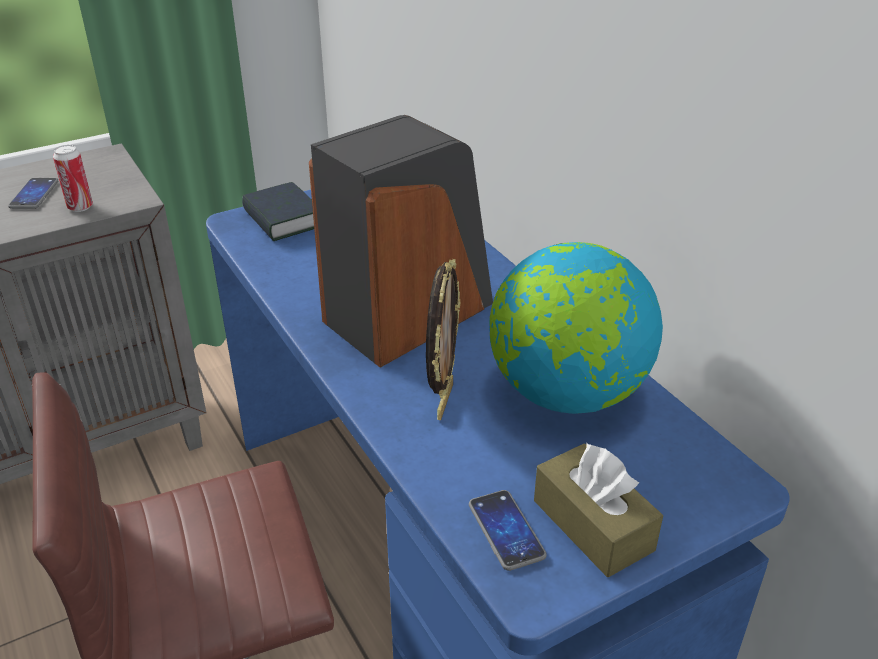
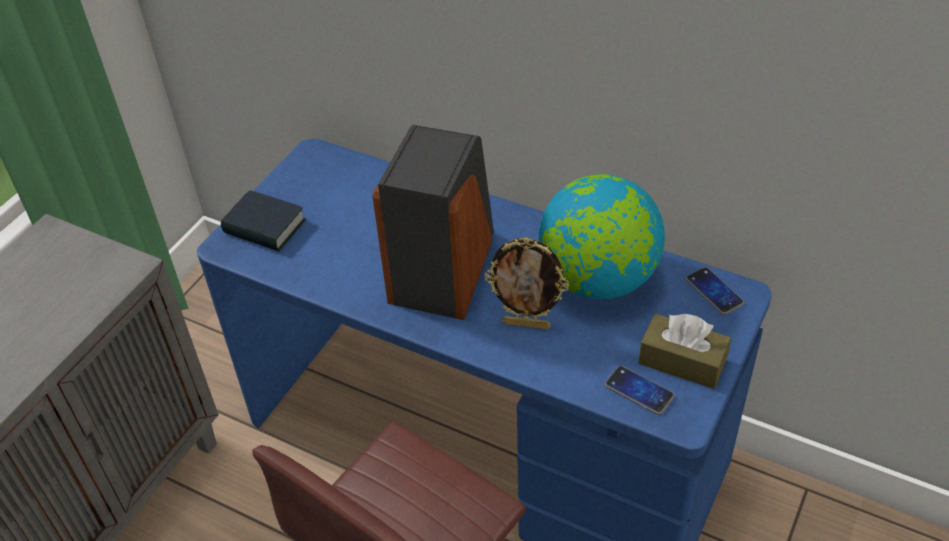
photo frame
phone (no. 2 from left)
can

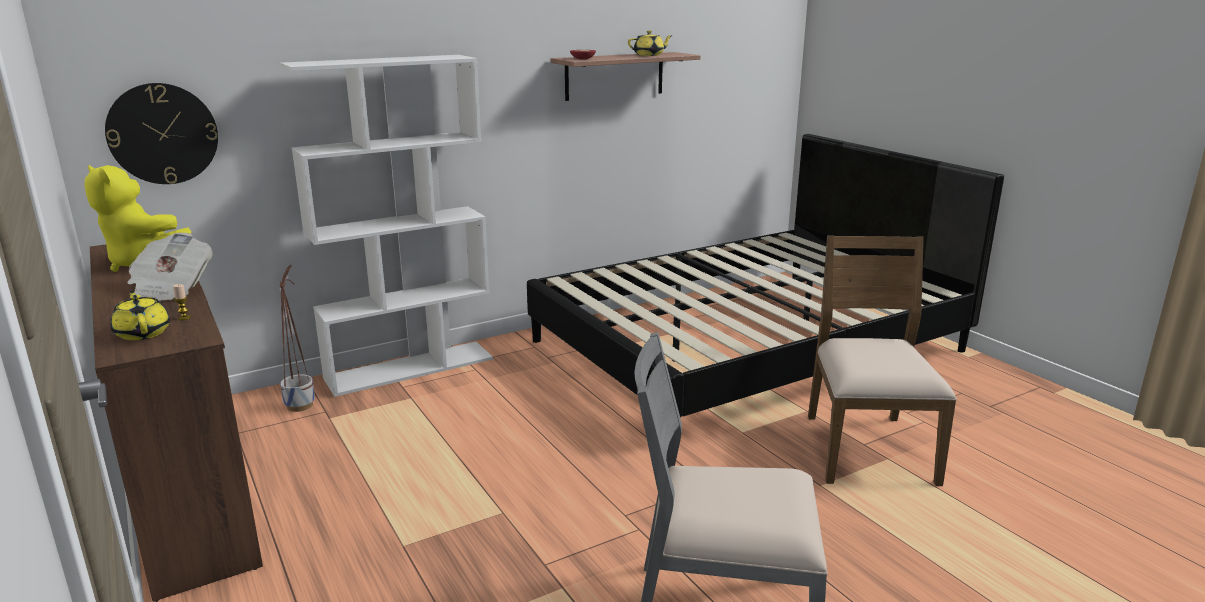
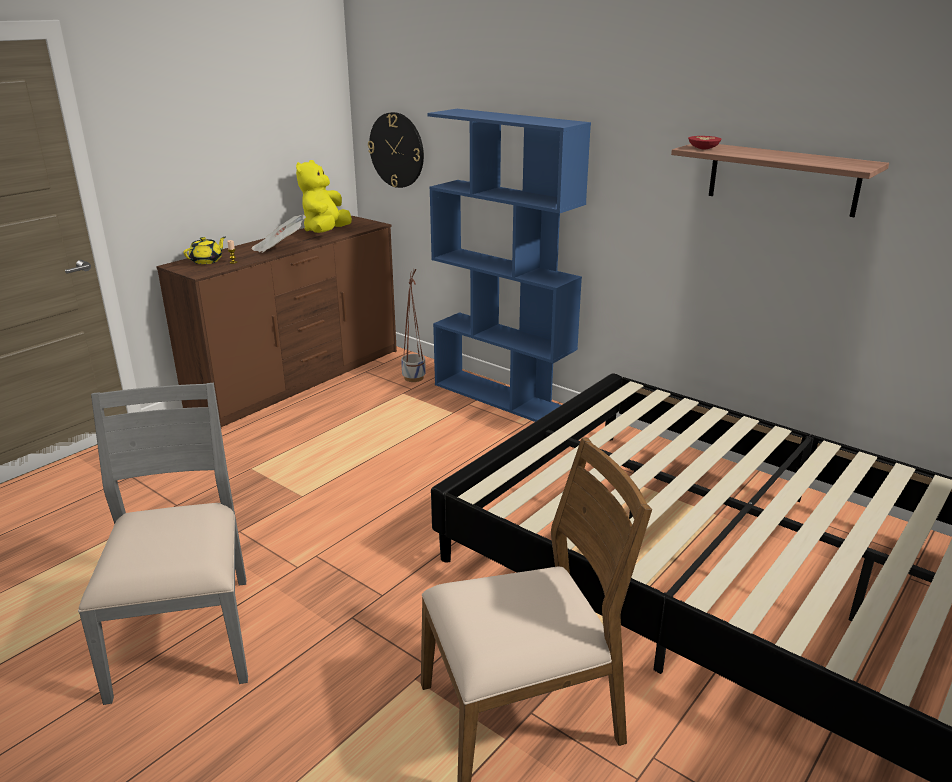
bluish bookcase
yellowish teapot (no. 2 from left in the first image)

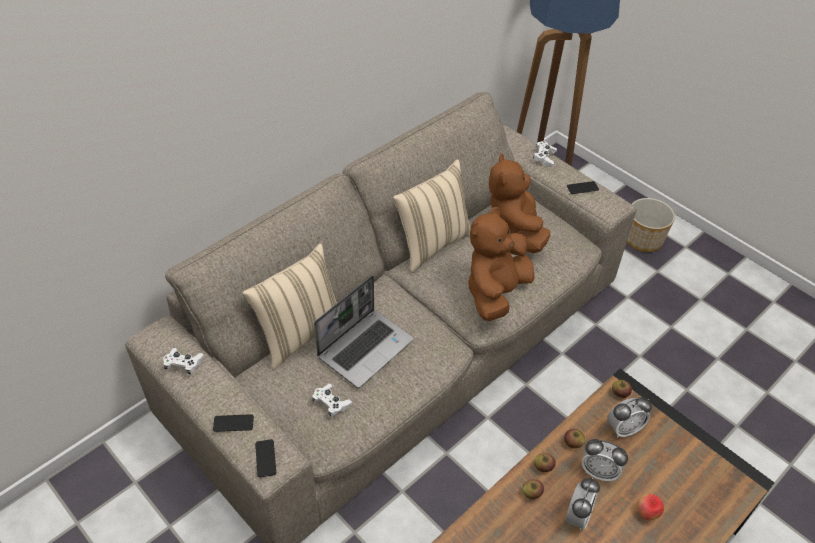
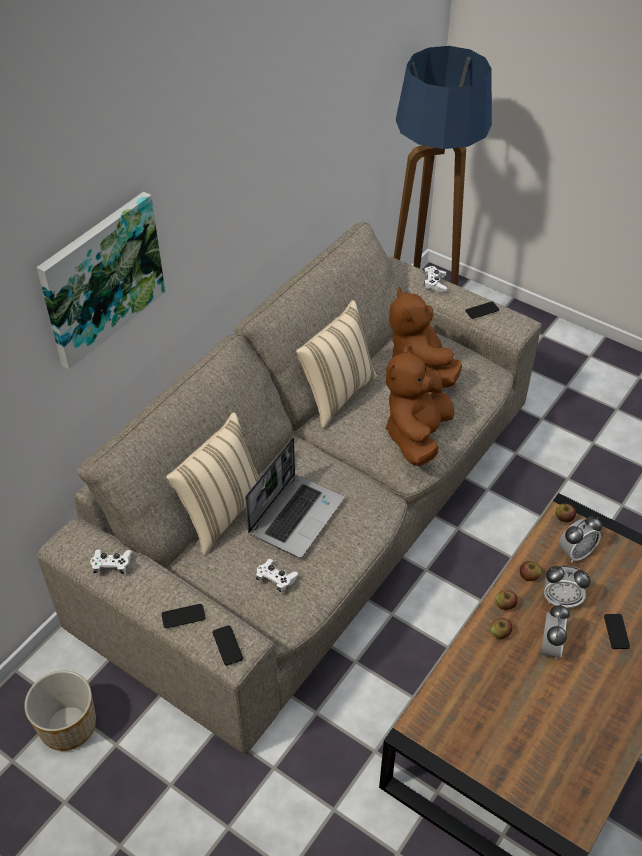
flower pot
wall art
phone (no. 4 from left)

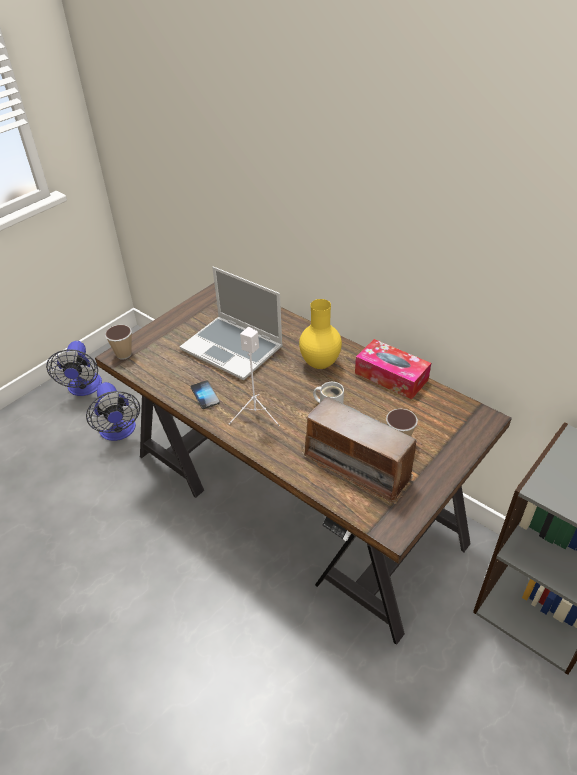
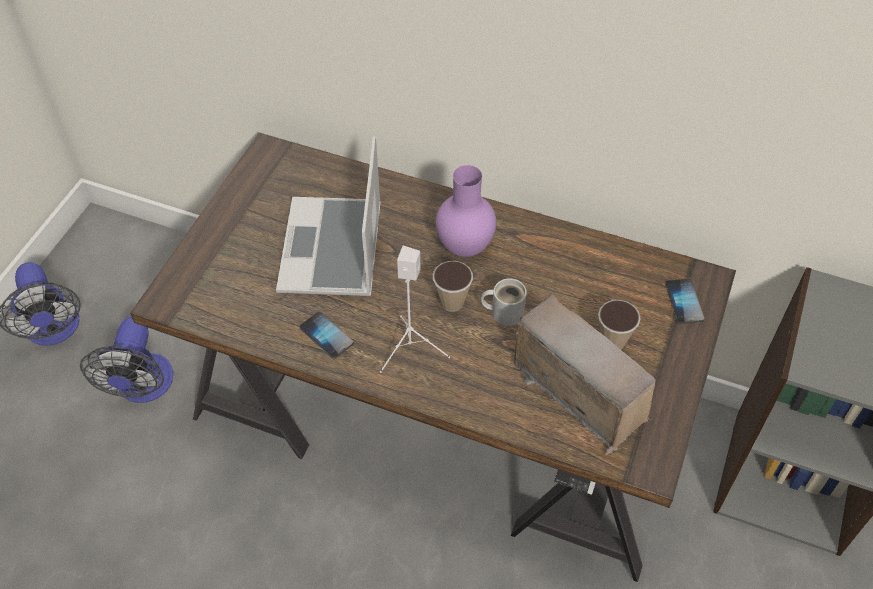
cooling fan (no. 2 from left)
laptop
small cup (no. 1 from left)
purple-coloured vase
radio set
phone (no. 2 from left)
tissue holder

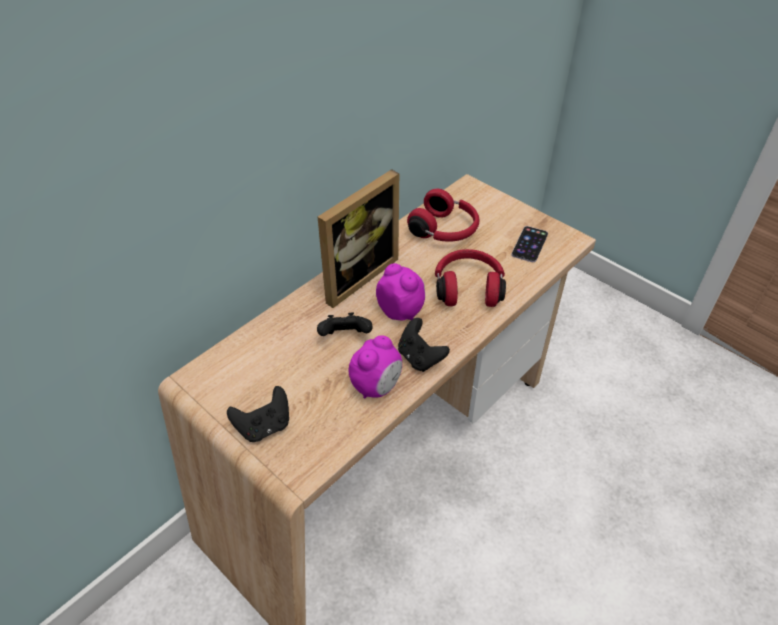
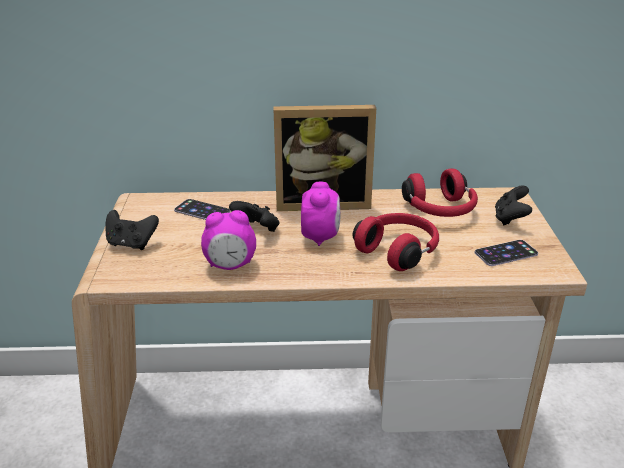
phone (no. 1 from left)
black gamepad (no. 3 from left)

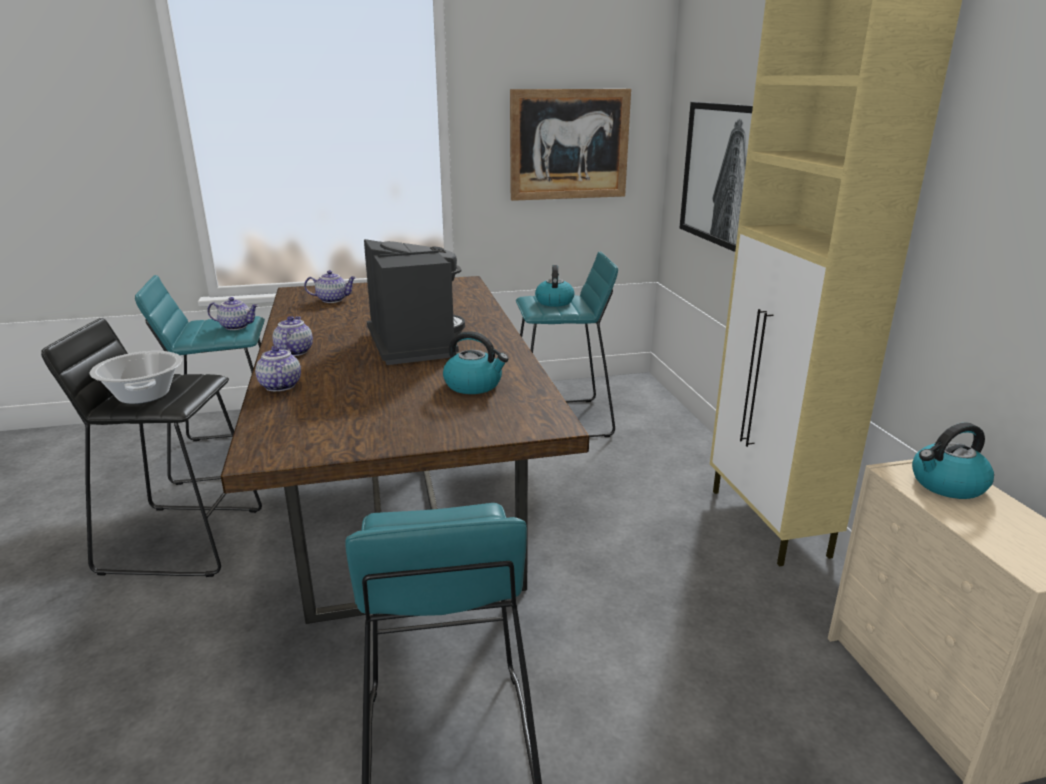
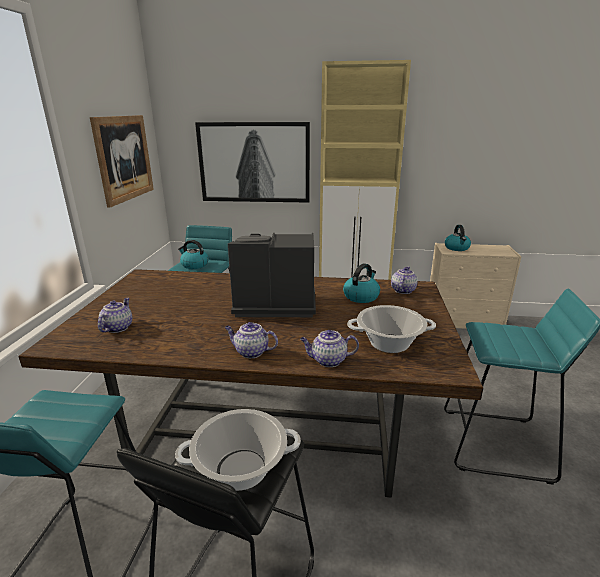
stockpot (no. 2 from left)
teapot (no. 4 from left)

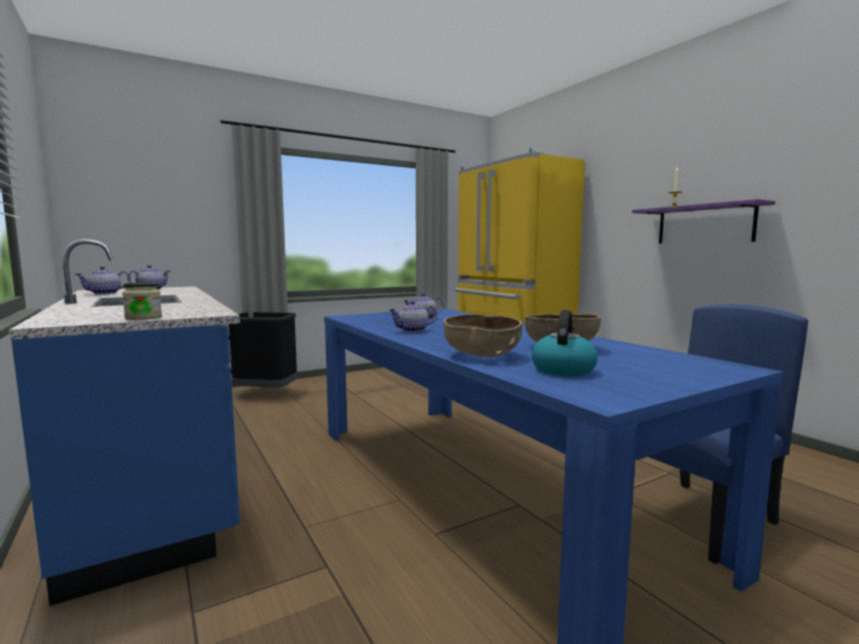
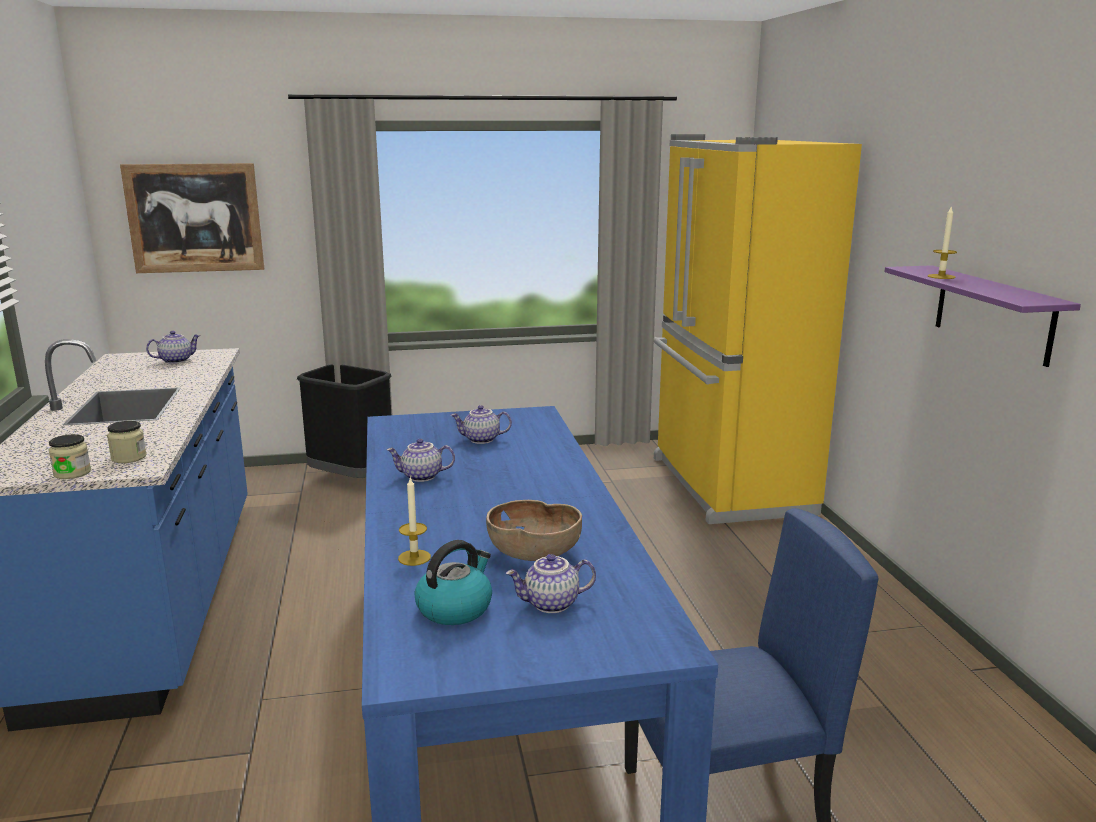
storage jar (no. 2 from left)
wall art
wax light (no. 1 from left)
teapot (no. 4 from left)

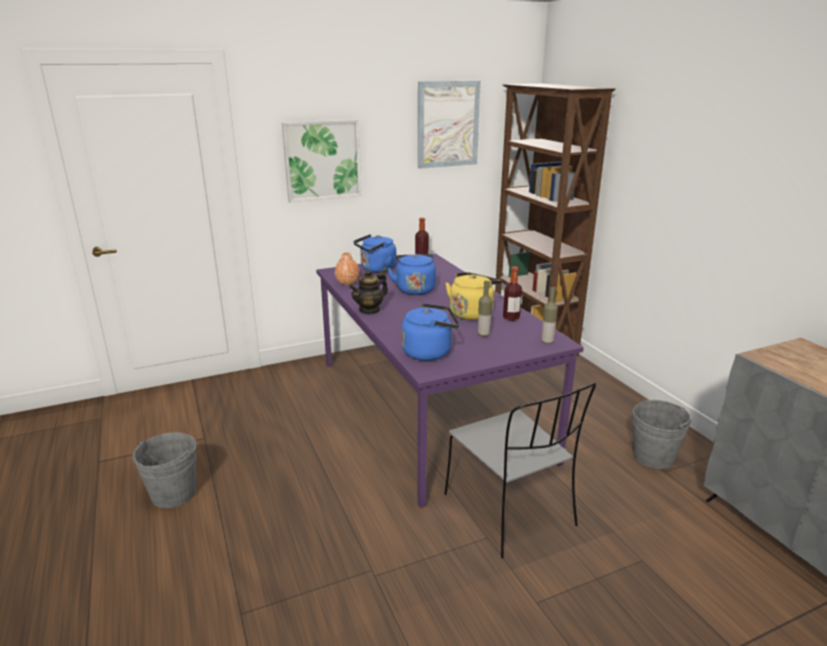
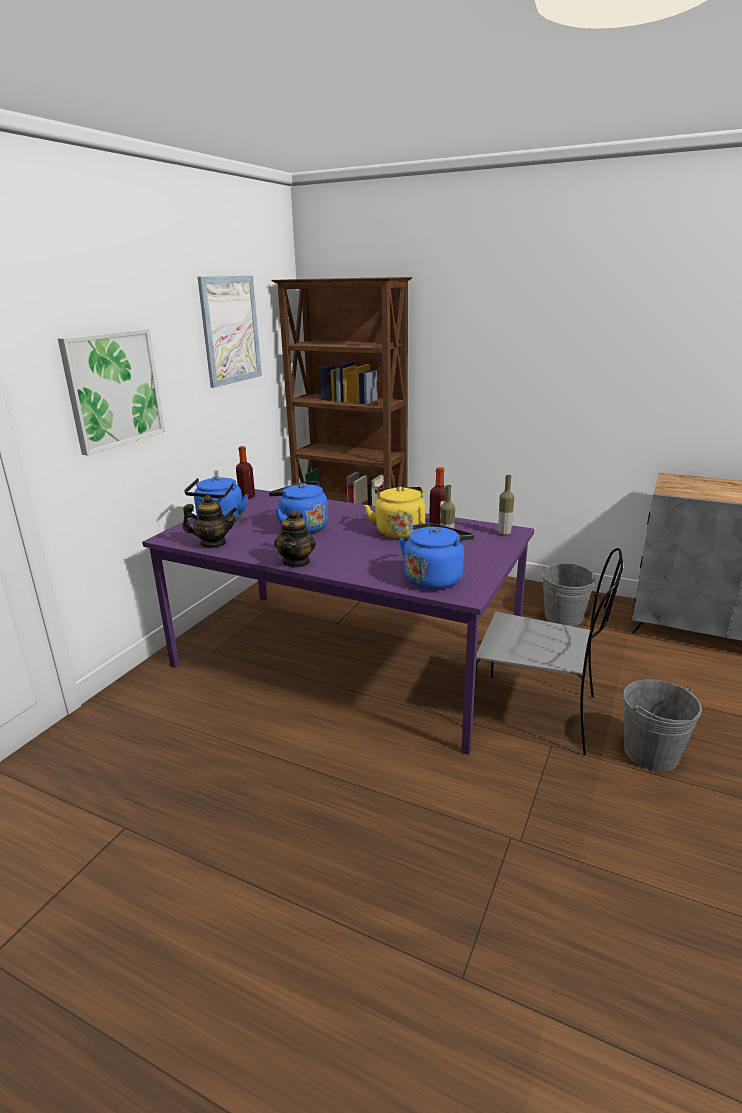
teapot (no. 1 from left)
greyish bucket (no. 2 from left)

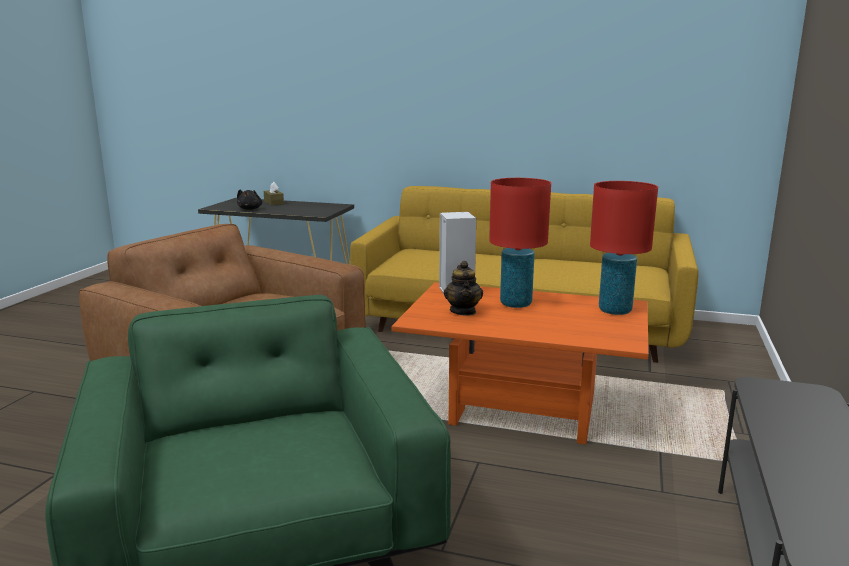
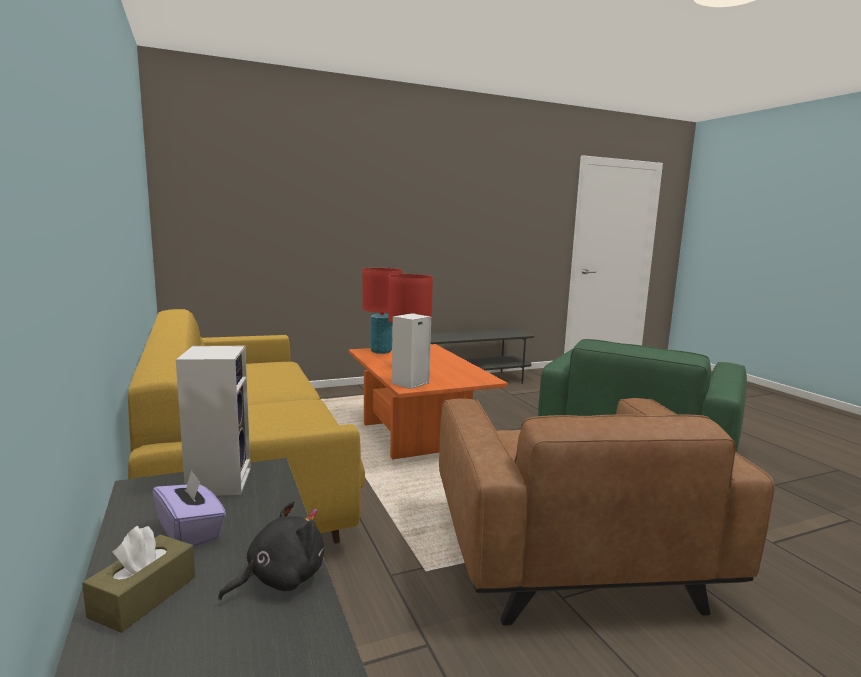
purple-coloured tissue holder
audio speaker (no. 1 from left)
teapot

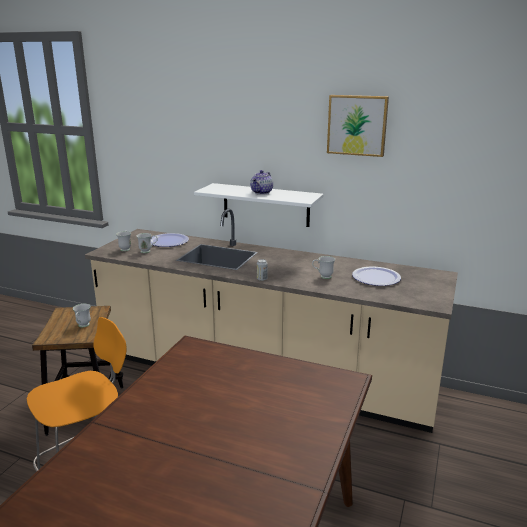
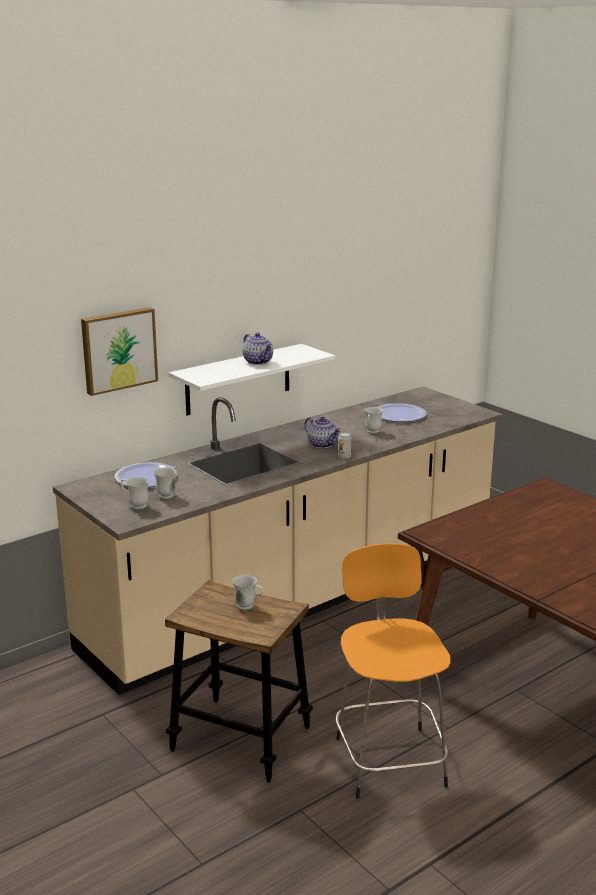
wall art
teapot (no. 2 from left)

